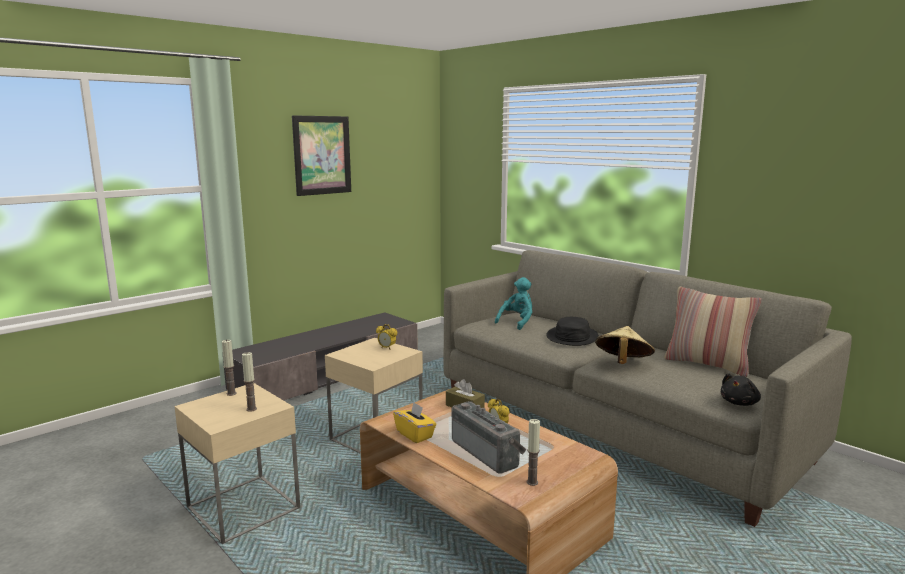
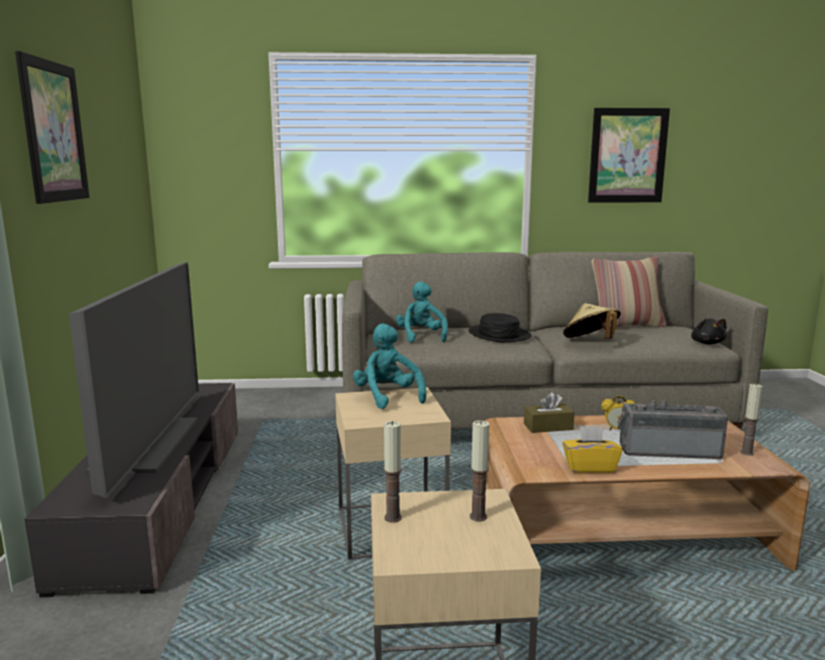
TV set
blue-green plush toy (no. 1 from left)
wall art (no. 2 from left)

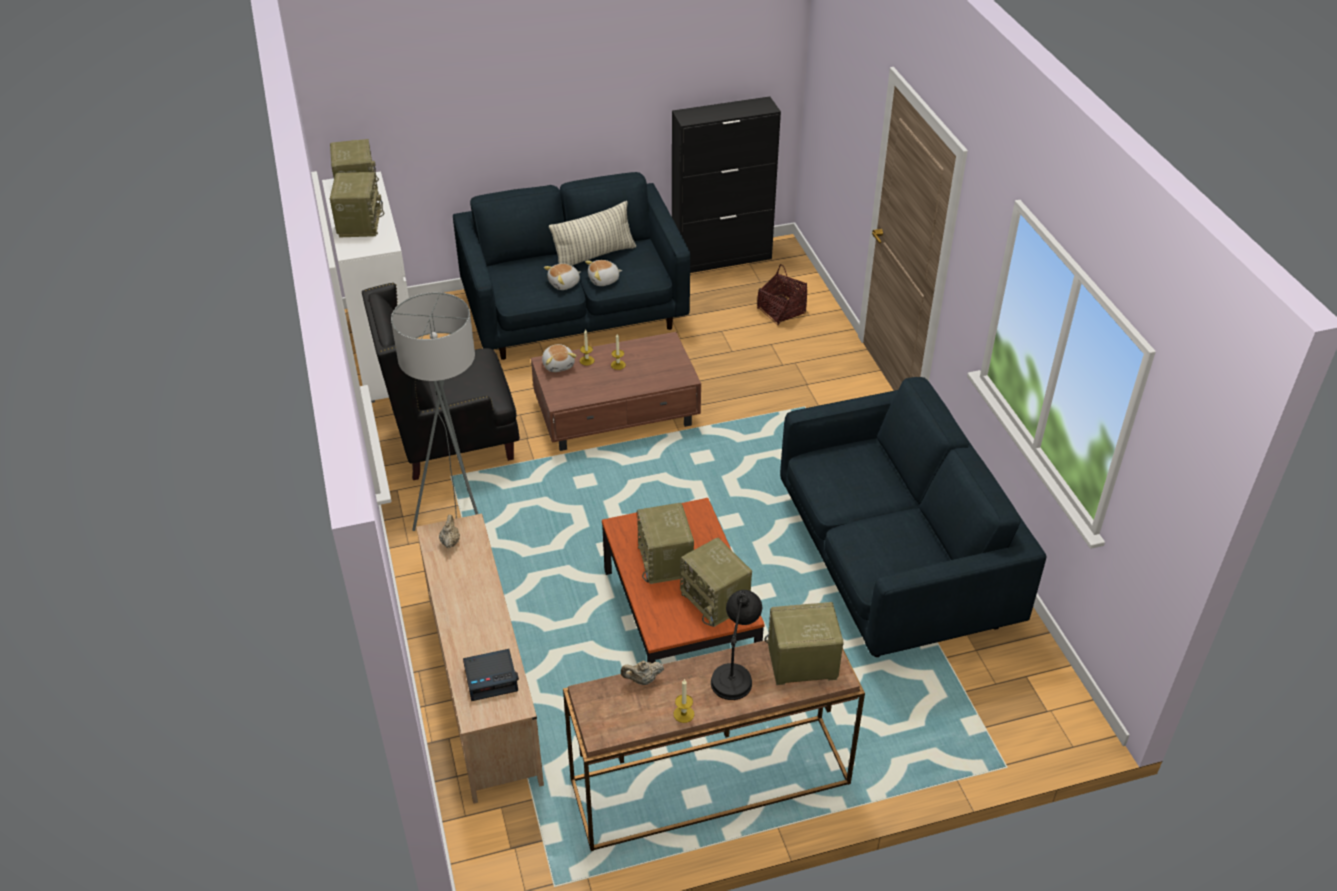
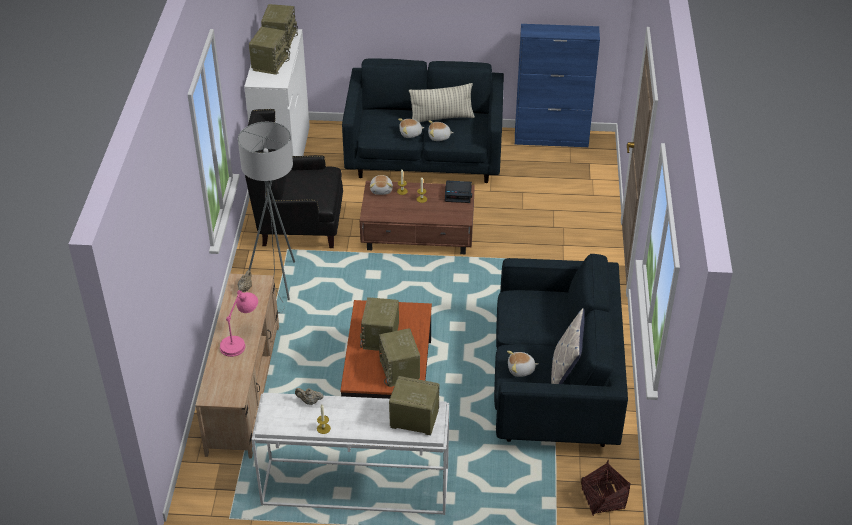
pink lamp for a table
white-coloured narrow table
table clock
plush toy (no. 4 from left)
bluish storage cabinet
throw pillow (no. 2 from left)
household basket
black lamp for a table

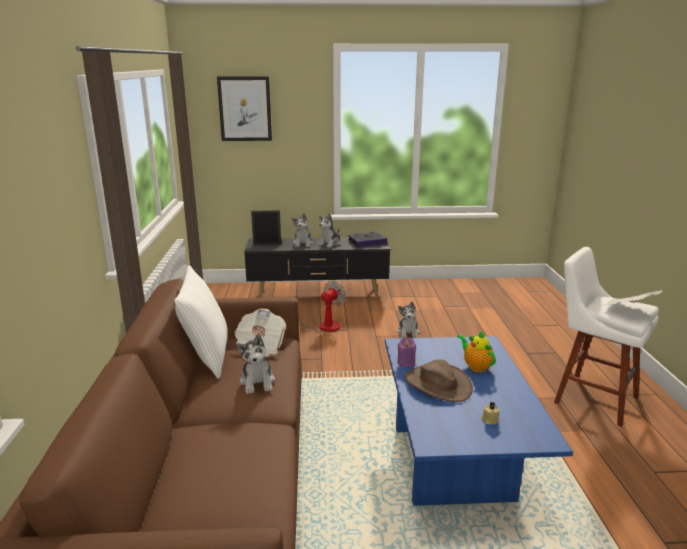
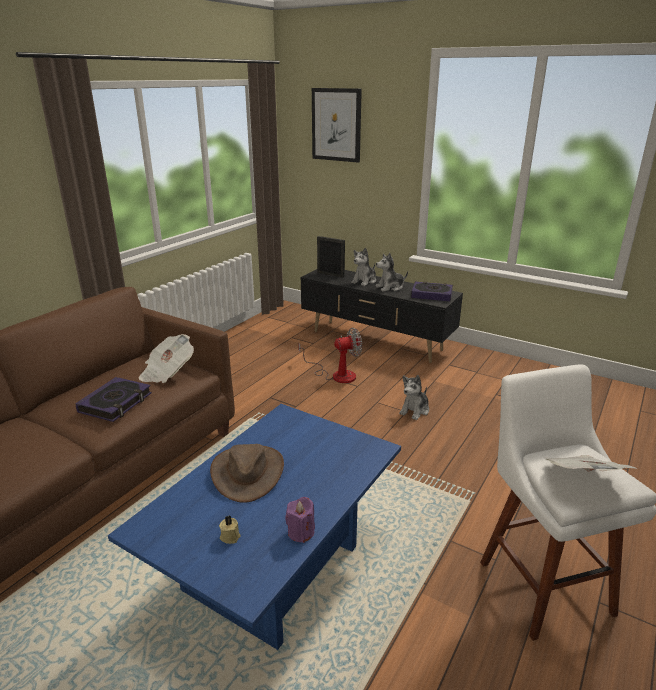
volume (no. 1 from left)
purple-coloured wax light
white-coloured throw pillow
teapot

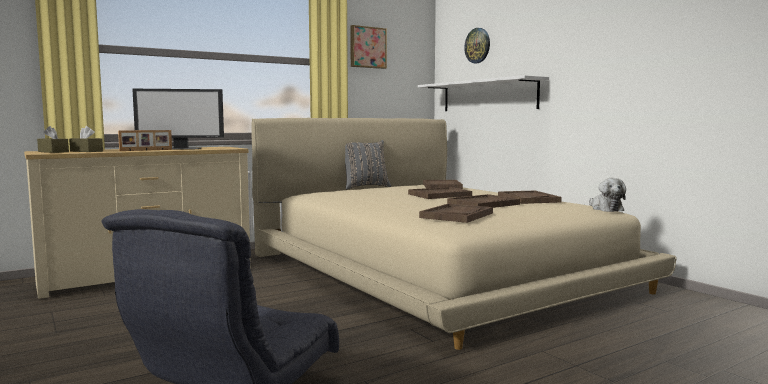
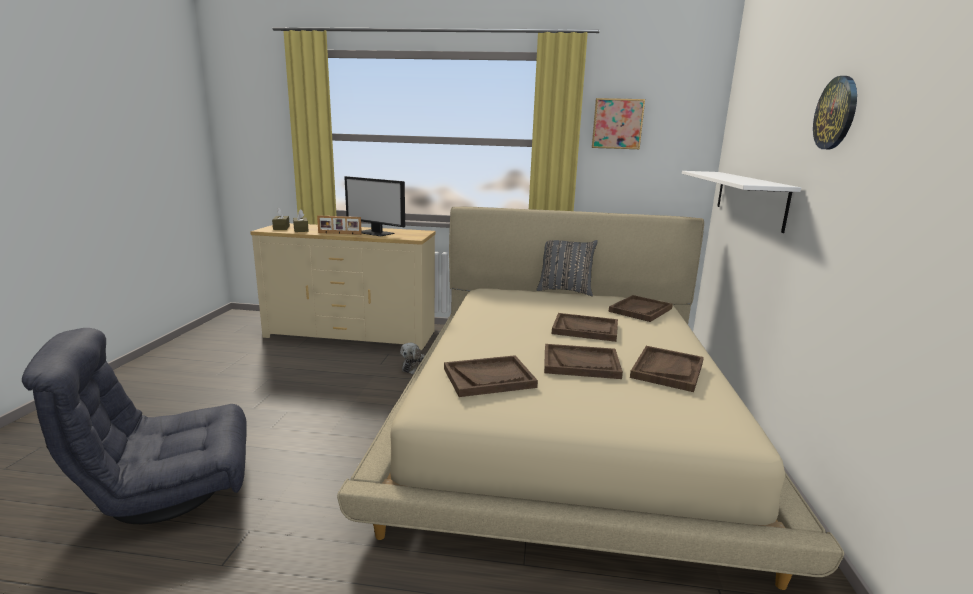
plush toy
hanging clock

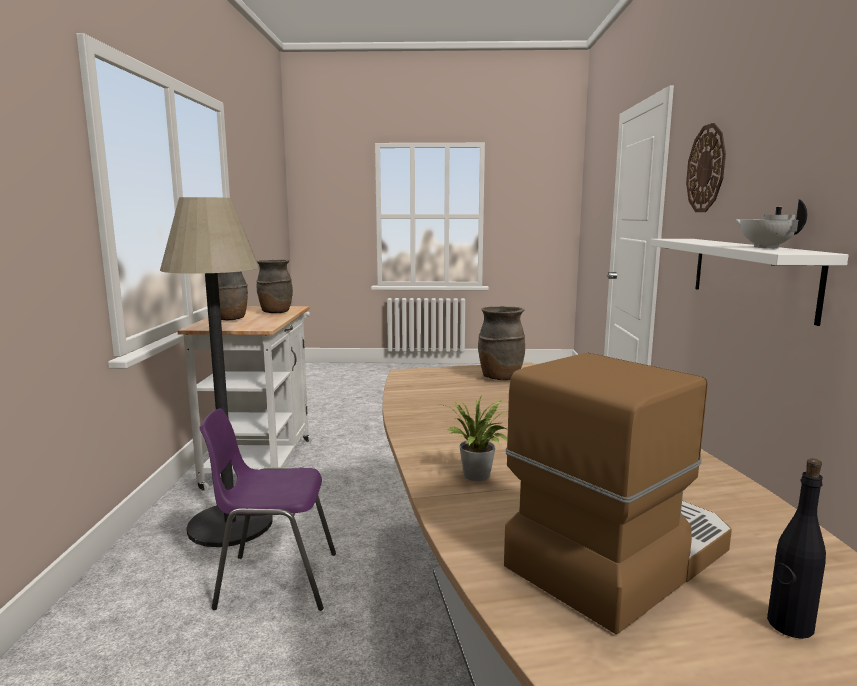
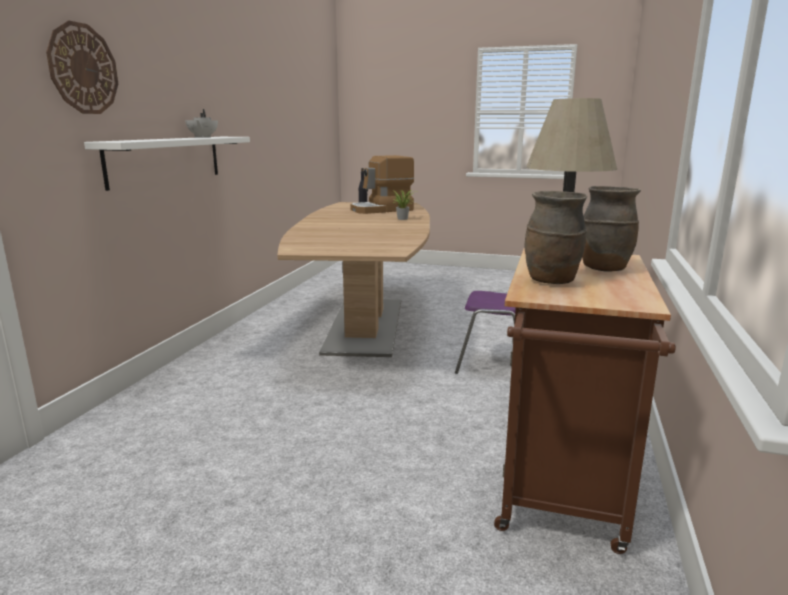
brown trolley
brown vase (no. 3 from left in the first image)

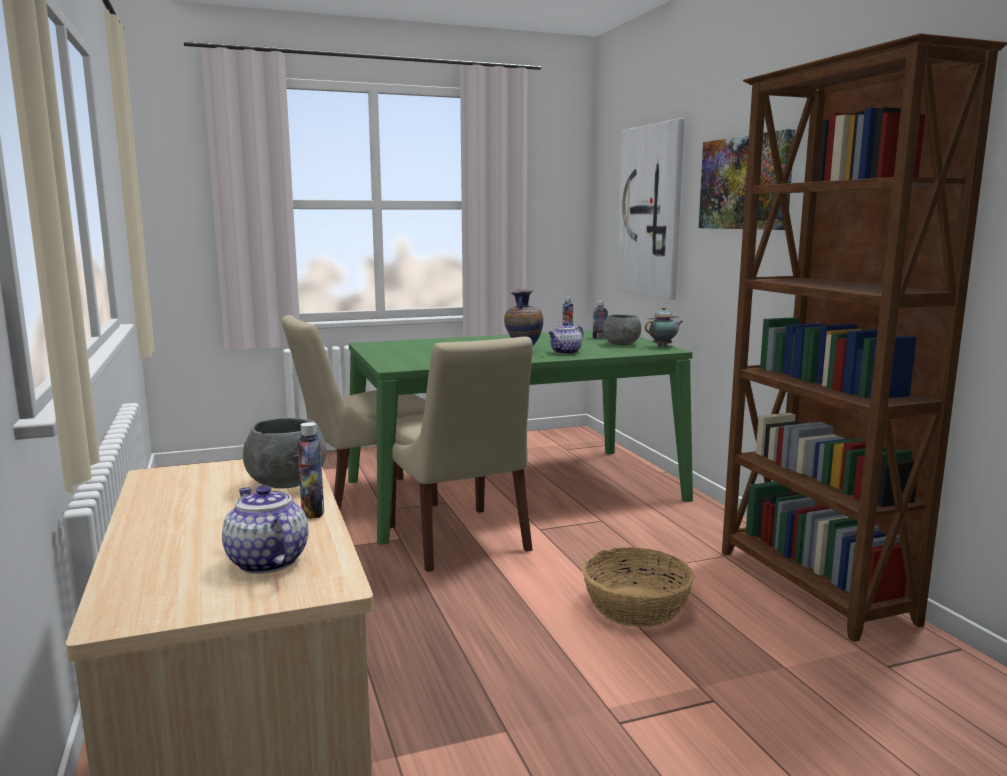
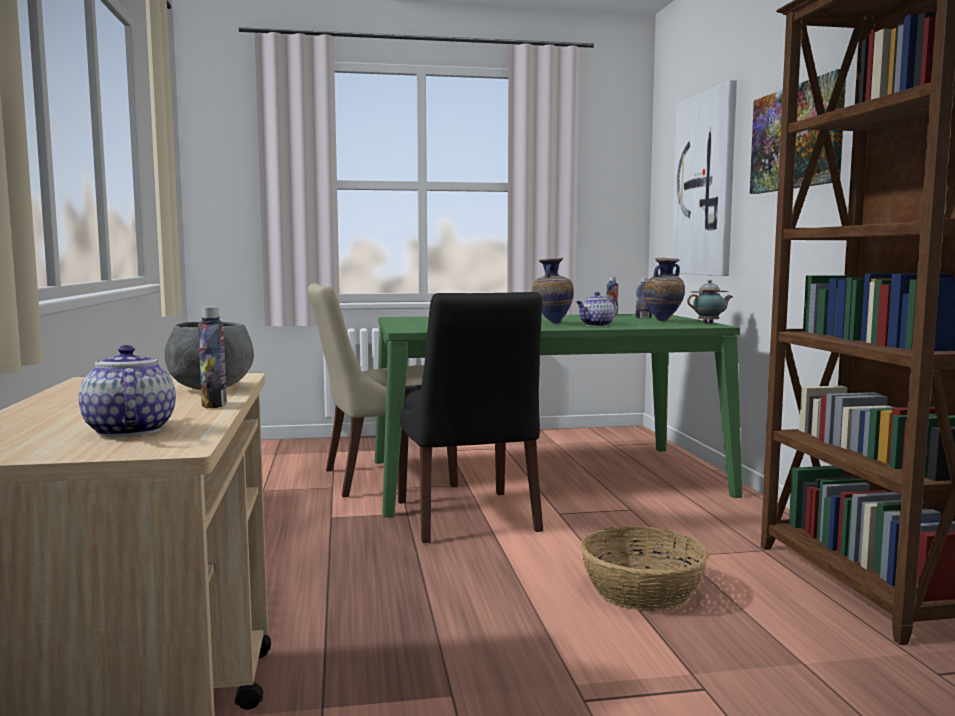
black plain chair
vase (no. 2 from left)

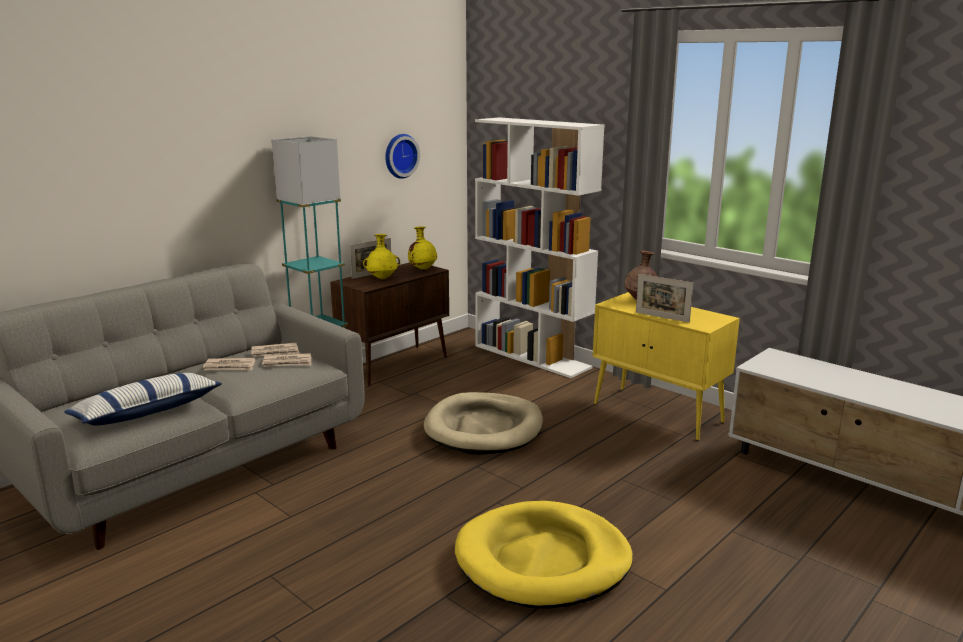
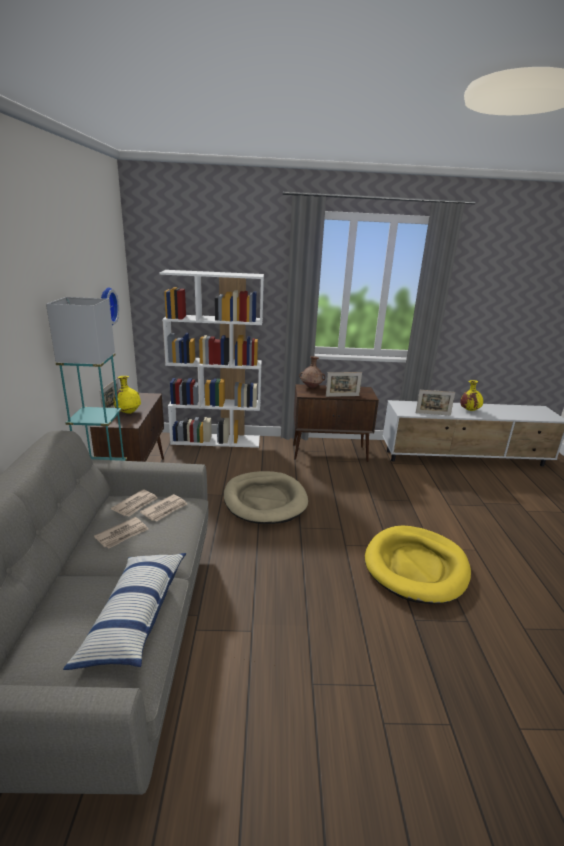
brown storage cabinet (no. 2 from left)
photo frame (no. 3 from left)
yellowish vase (no. 2 from left)

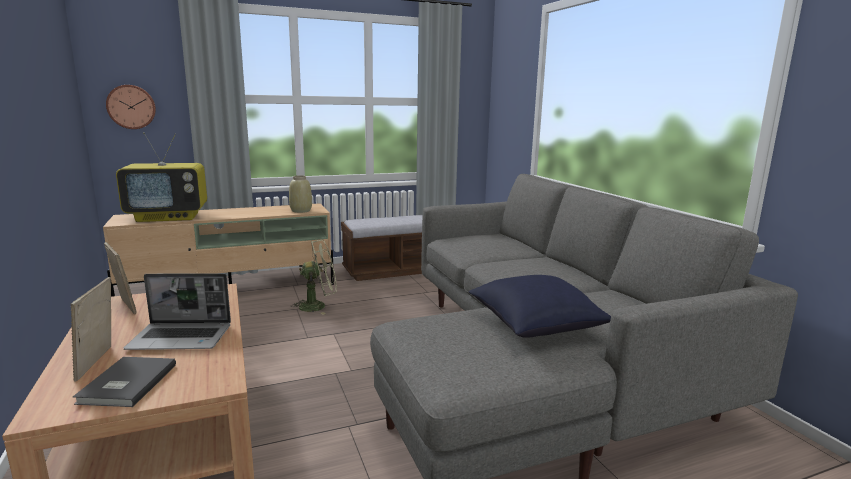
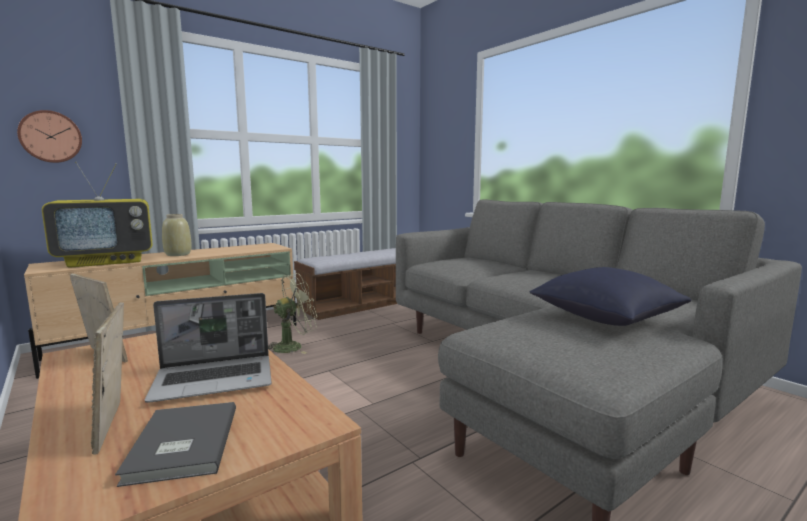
beige vase

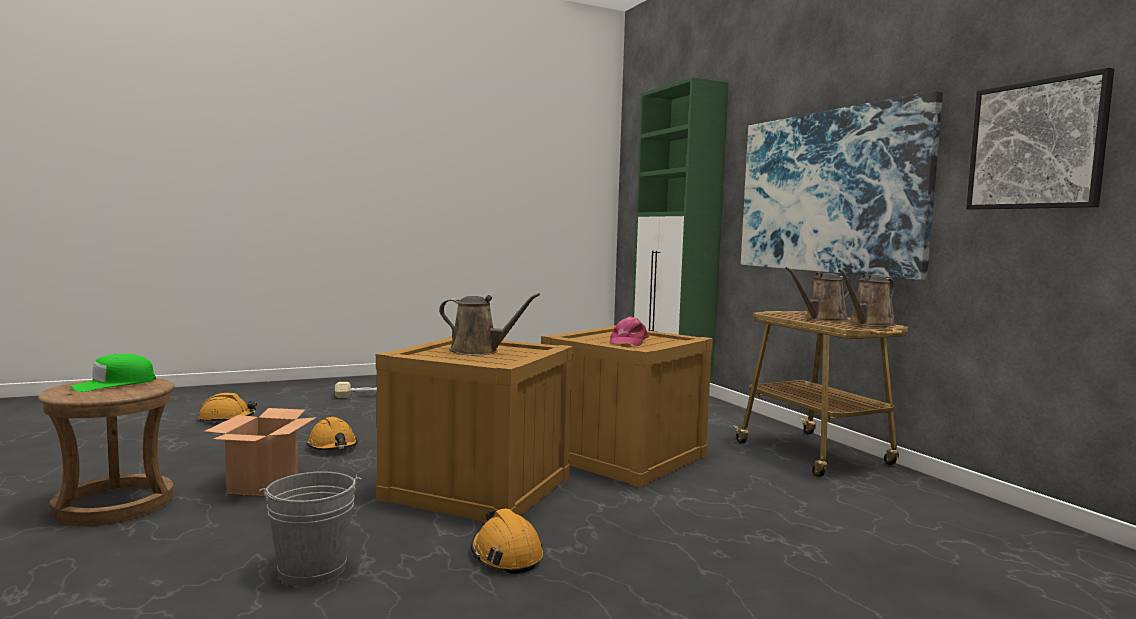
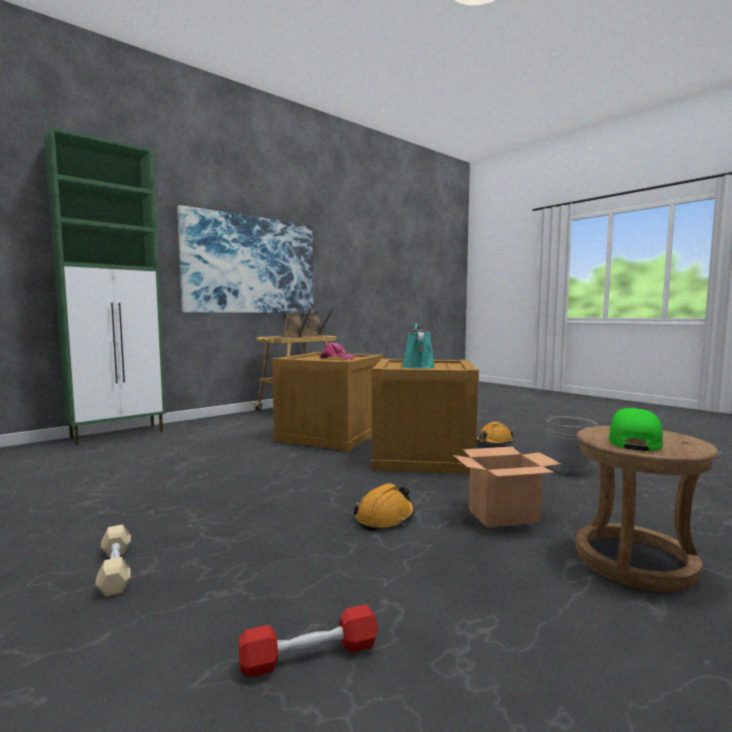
red-coloured free weight
blue-green watering pot
greenish peaked cap
wall art (no. 2 from left in the first image)

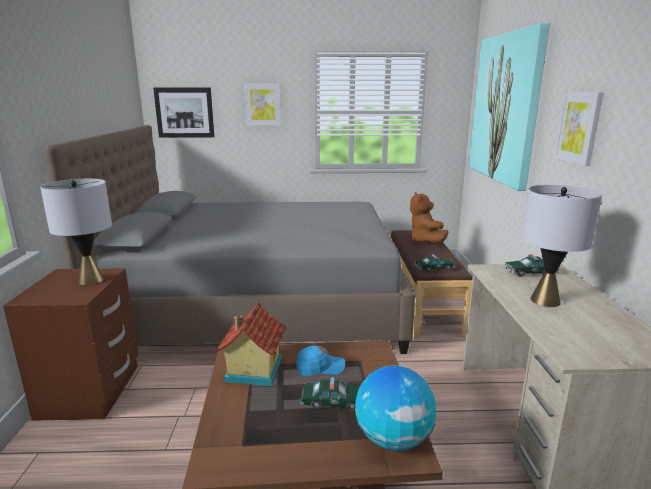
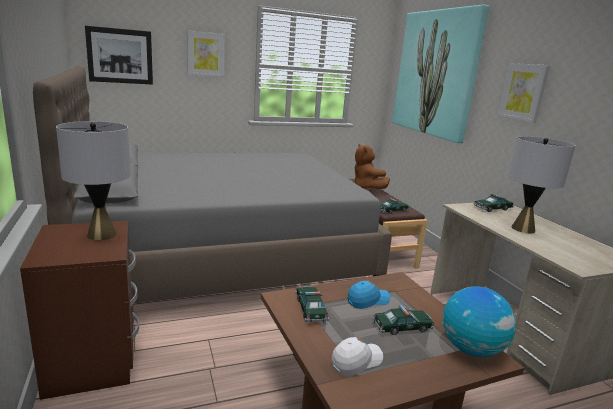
model car (no. 1 from left)
white-coloured peaked cap

